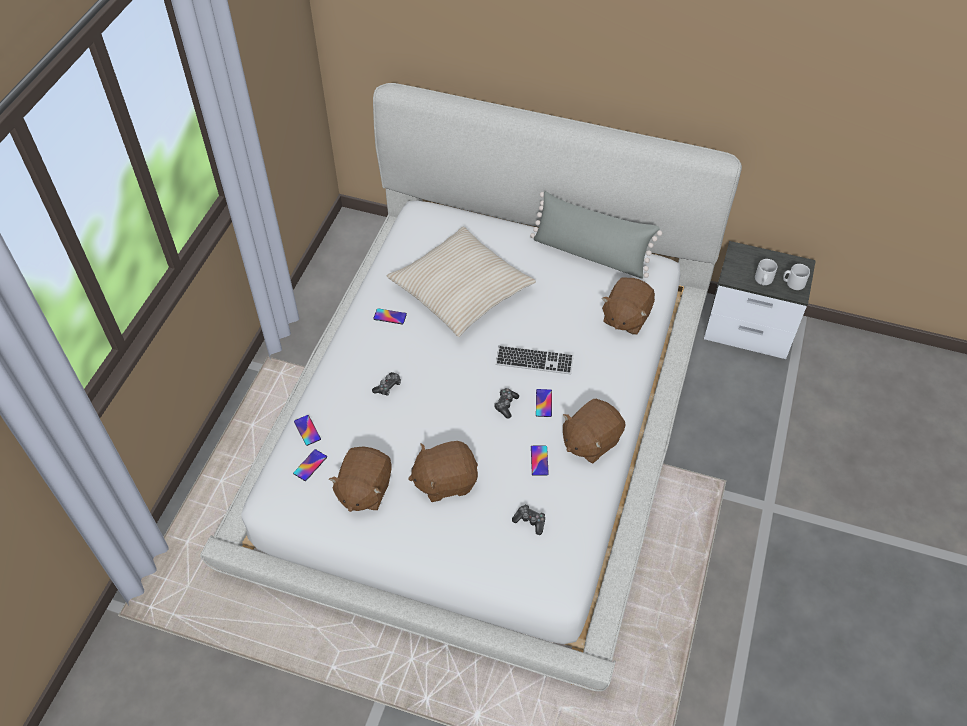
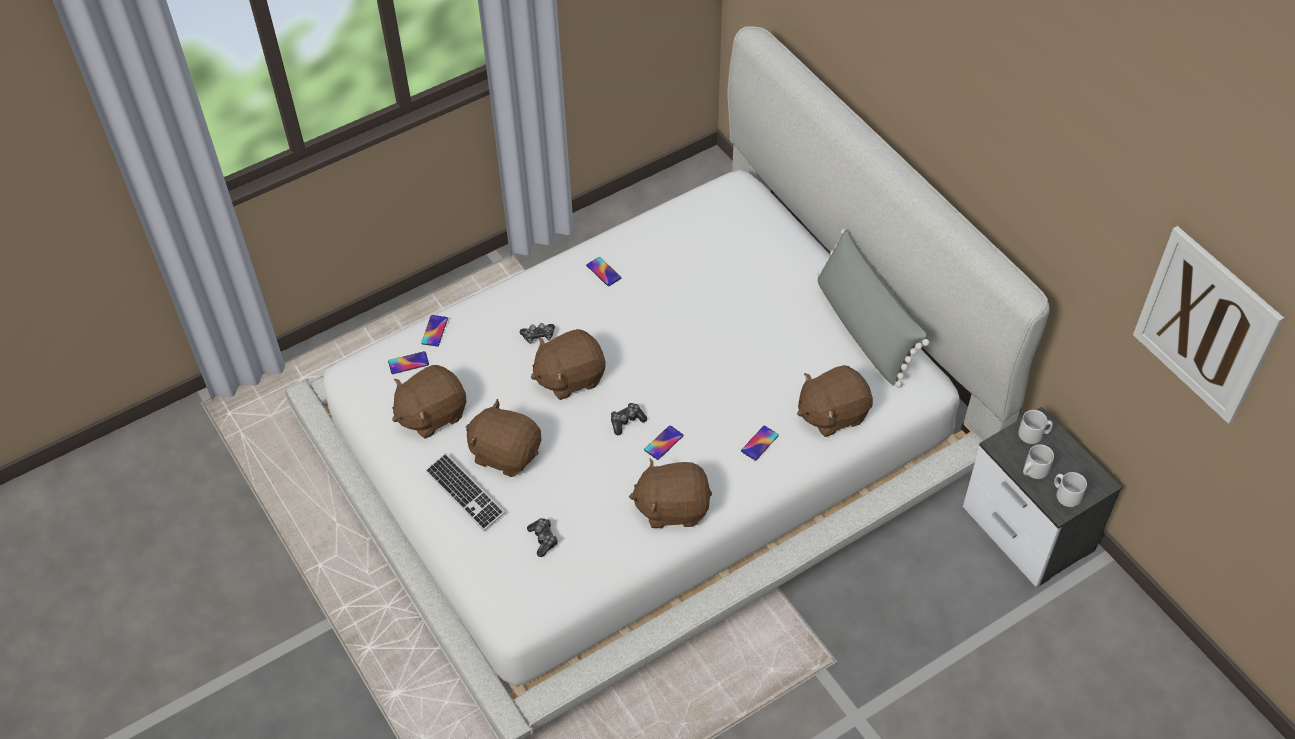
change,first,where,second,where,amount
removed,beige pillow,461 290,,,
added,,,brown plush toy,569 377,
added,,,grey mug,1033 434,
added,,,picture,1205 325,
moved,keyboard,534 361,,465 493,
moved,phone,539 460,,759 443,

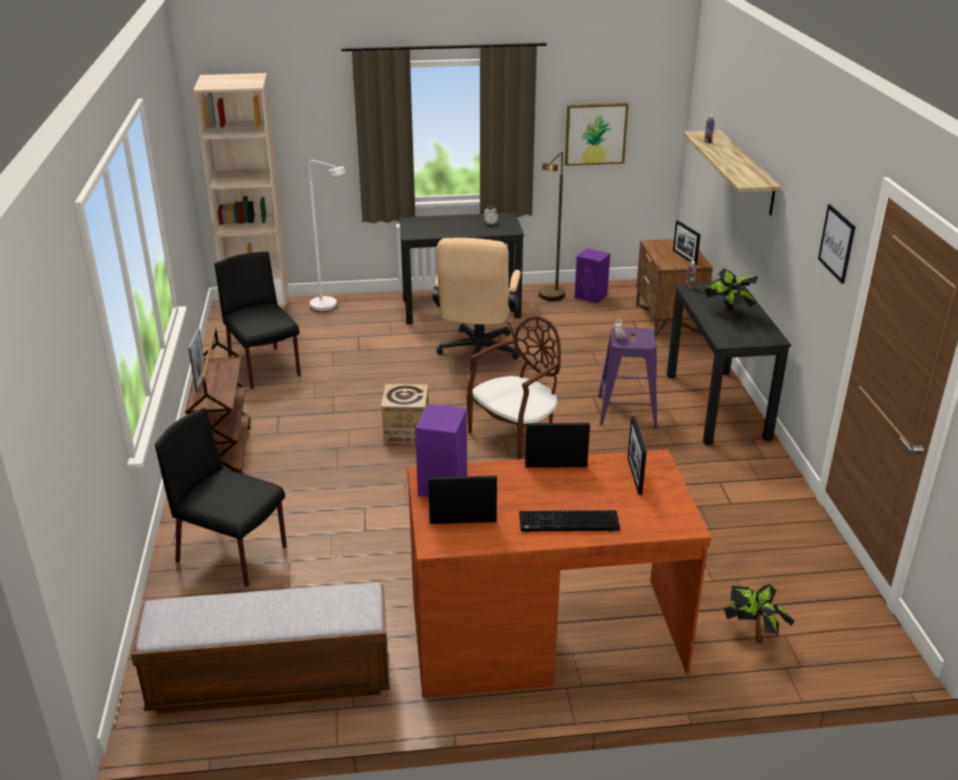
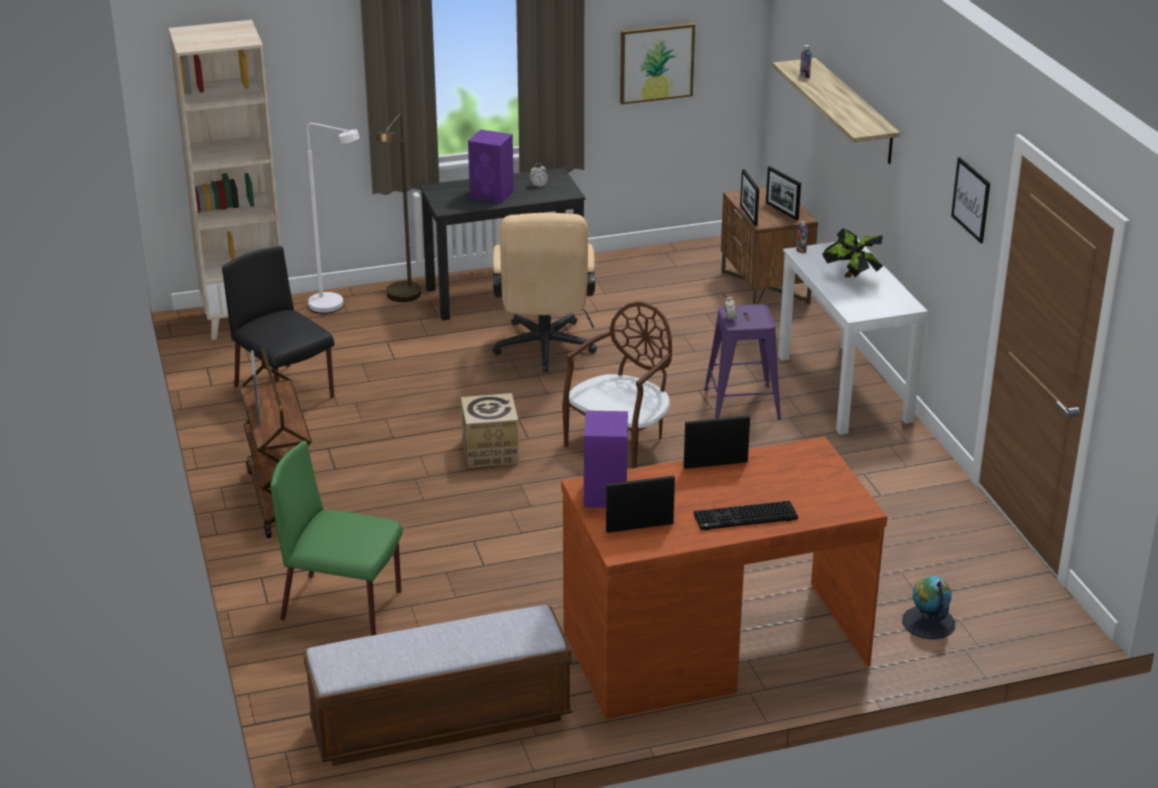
change,first,where,second,where,amount
moved,brown floor lamp,550 298,,402 299,
moved,purple speaker,591 296,,492 194,
moved,picture frame,634 476,,748 215,
replaced,potted plant,754 634,globe,928 622,
recoloured,black chair,233 555,green chair,344 606,
recoloured,black desk,717 406,white desk,844 388,

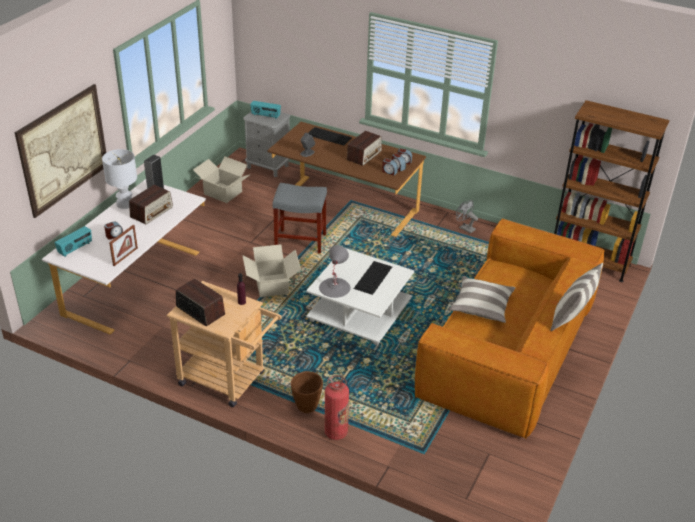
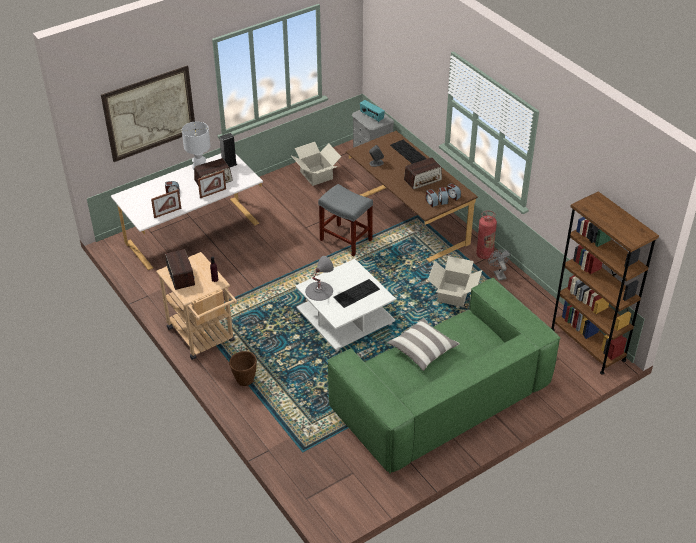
change,first,where,second,where,amount
removed,radio,75 249,,,
removed,pillow,571 318,,,
added,,,picture frame,213 193,
moved,cardboard box,272 285,,453 294,
moved,fire extinguisher,336 432,,484 254,
recoloured,brown sofa,507 350,green sofa,440 396,

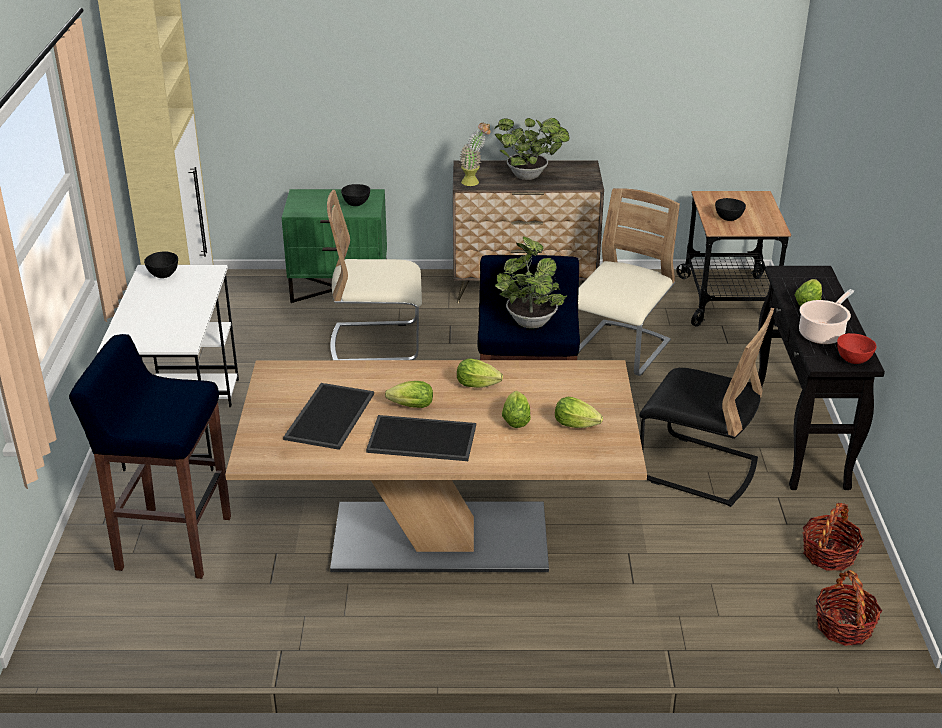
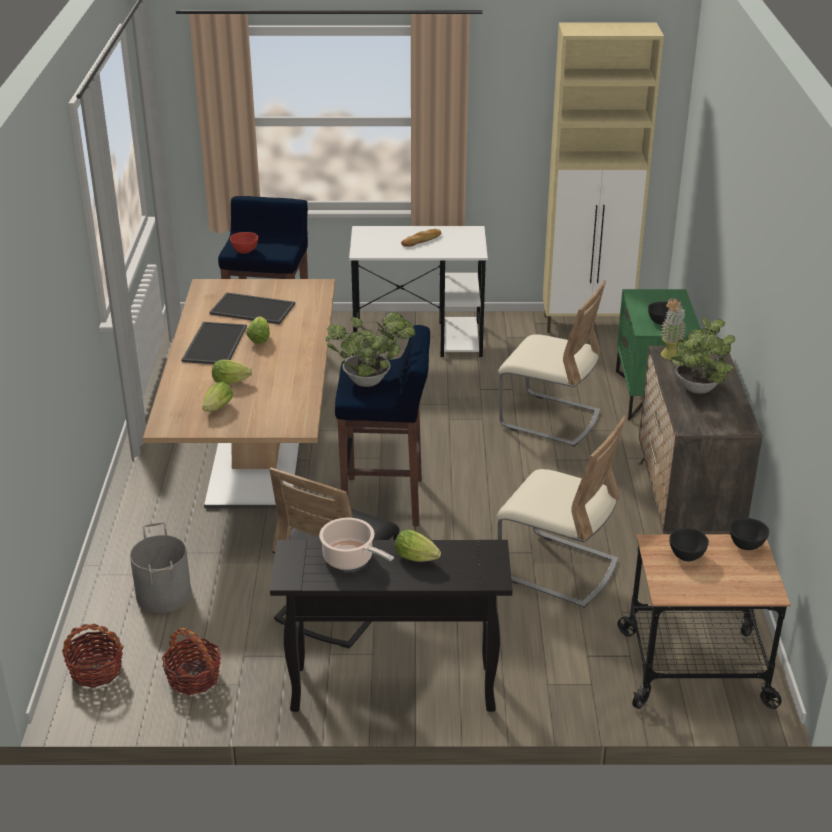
change,first,where,second,where,amount
removed,lettuce,480 385,,,
added,,,grey bucket,164 594,
added,,,bread,421 240,
moved,black bowl,163 275,,747 545,
moved,red bowl,853 360,,245 251,
turned,beige chair,376 343,,549 419,120 degrees clockwise

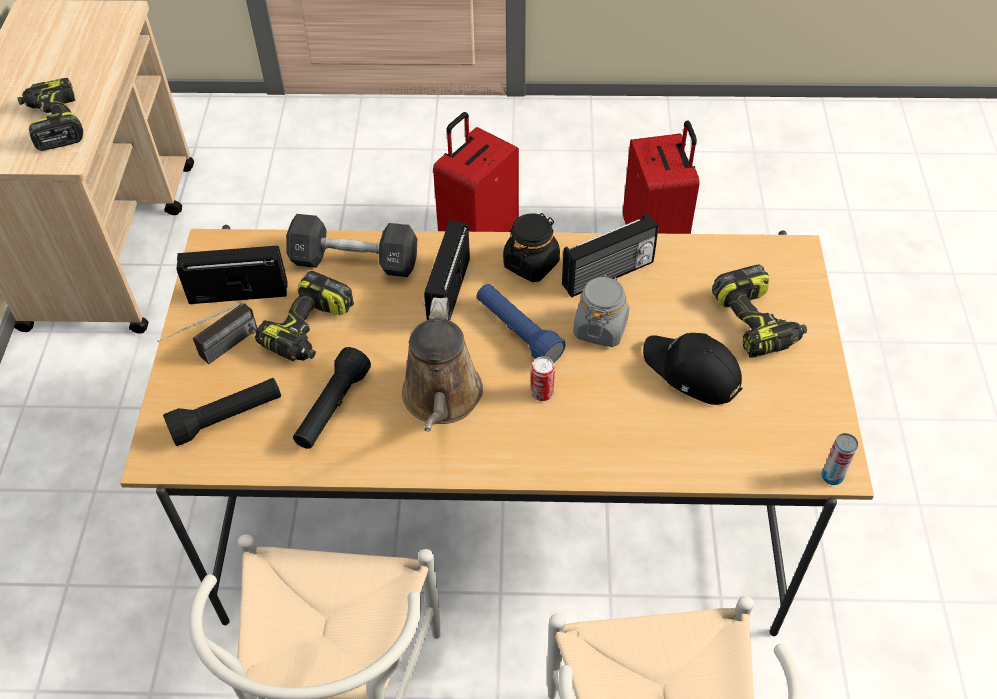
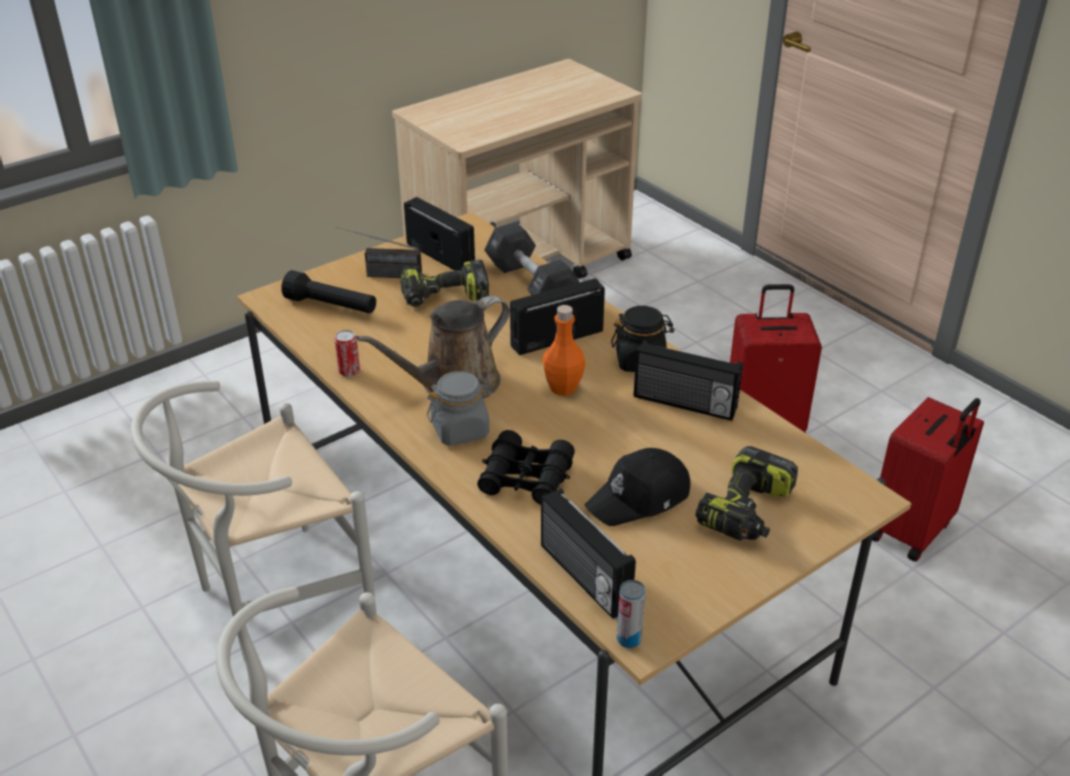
change,first,where,second,where,amount
removed,power drill,54 123,,,
removed,black flashlight,332 408,,,
added,,,black binoculars,526 478,
added,,,radio,583 577,
moved,can,542 393,,349 371,
moved,grey jar,600 328,,460 430,
replaced,blue flashlight,517 332,orange bottle,563 388,
turned,black cap,692 372,,640 498,120 degrees counterclockwise

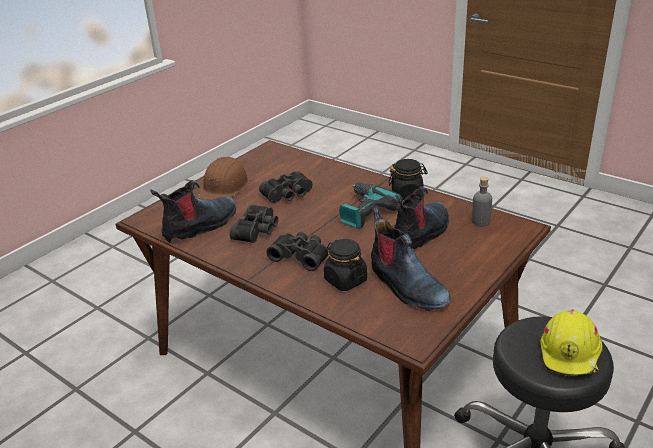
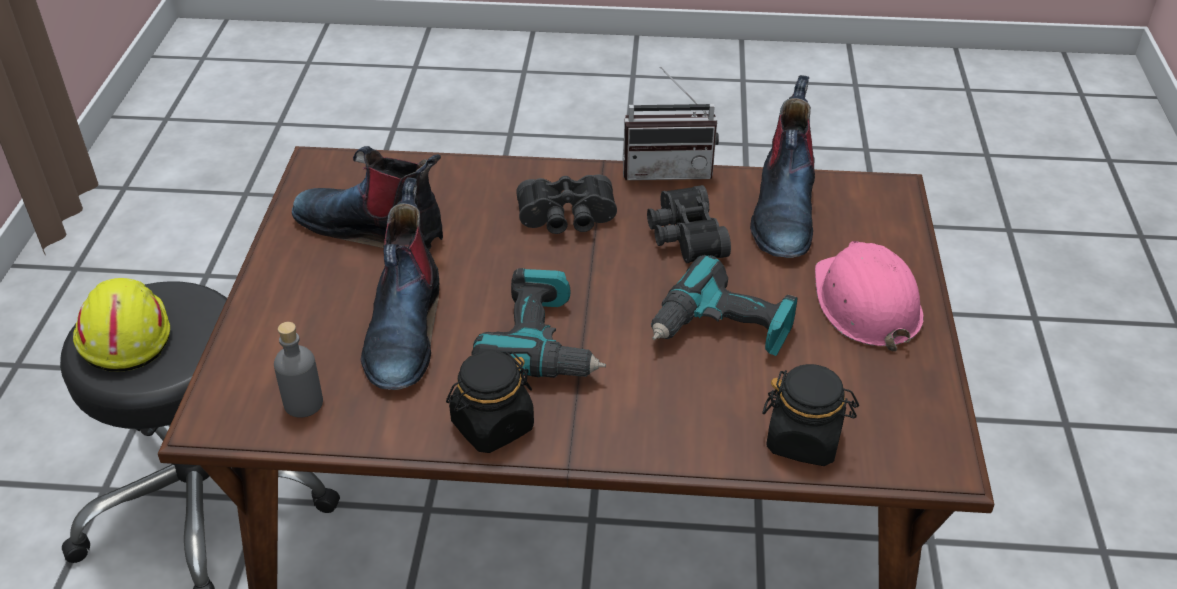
change,first,where,second,where,amount
added,,,radio,668 169,
moved,black jar,345 280,,804 439,
replaced,black binoculars,288 195,power drill,722 329,
recoloured,brown hard hat,225 187,pink hard hat,865 303,

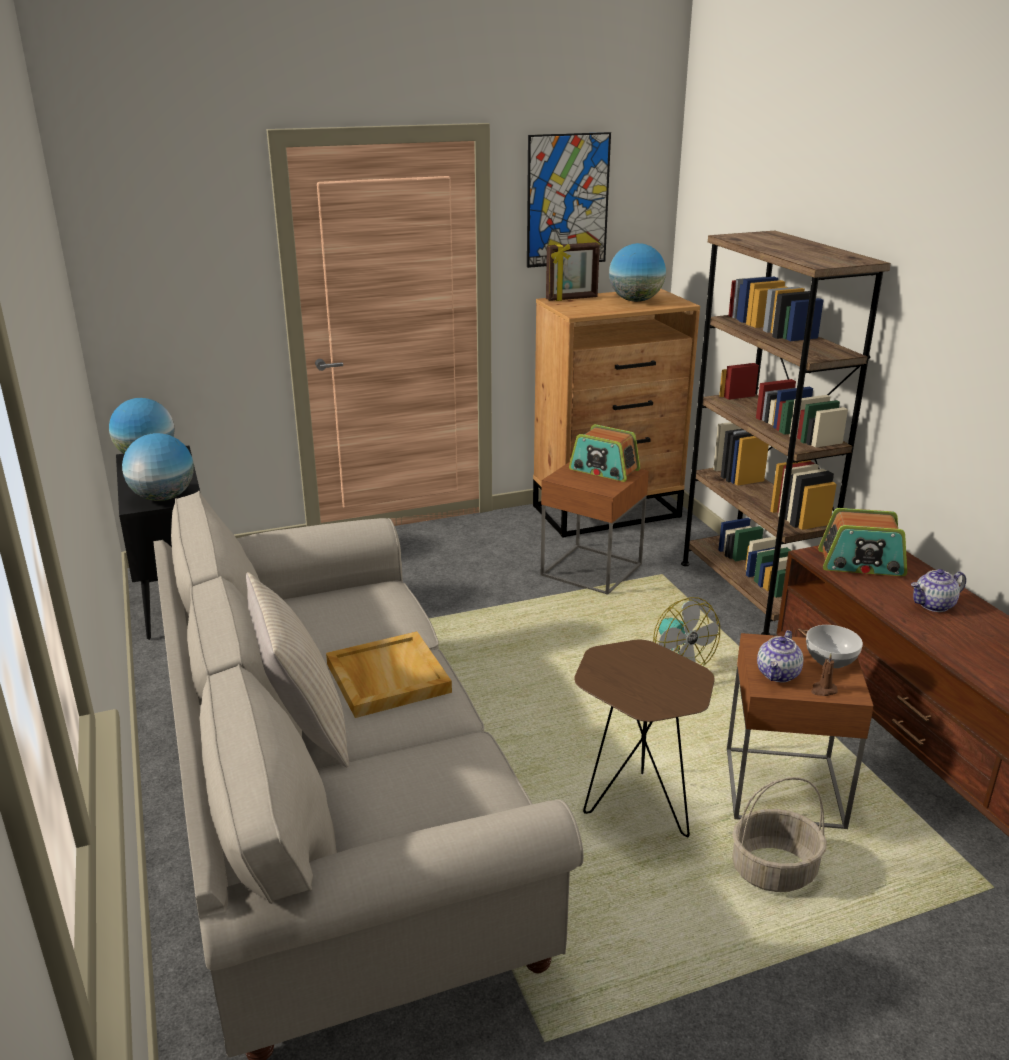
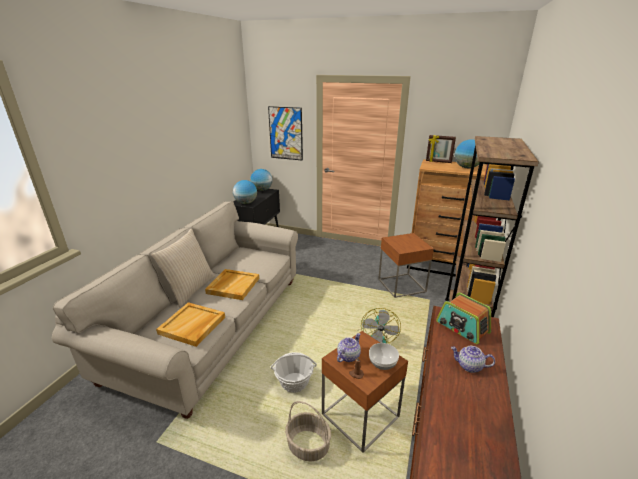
change,first,where,second,where,amount
removed,radio,604 470,,,
added,,,beige tray,192 326,
moved,picture,567 200,,286 133,
replaced,brown side table,634 804,basket,294 382,
turned,teapot,778 674,,348 356,150 degrees clockwise

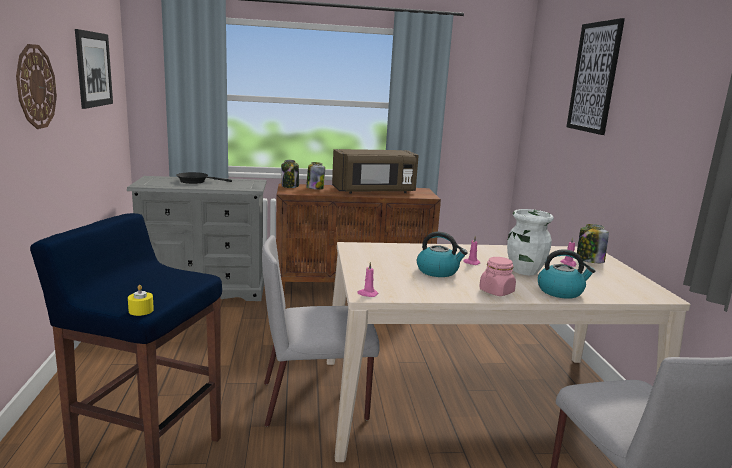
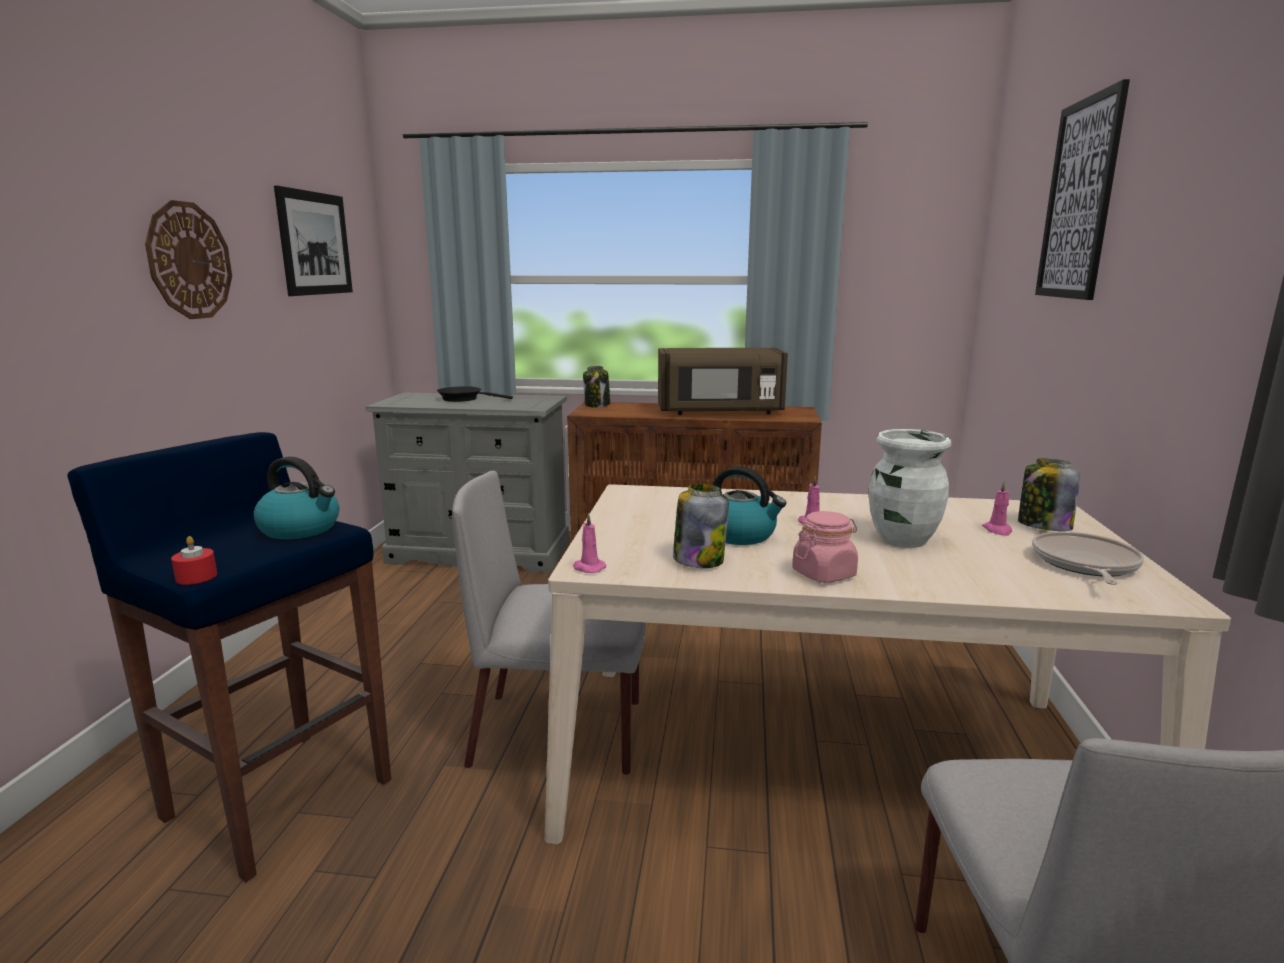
change,first,where,second,where,amount
added,,,frying pan,1084 564,
moved,jar,315 188,,698 560,
moved,kettle,560 291,,301 529,
recoloured,yellow candle,141 310,red candle,196 577,

